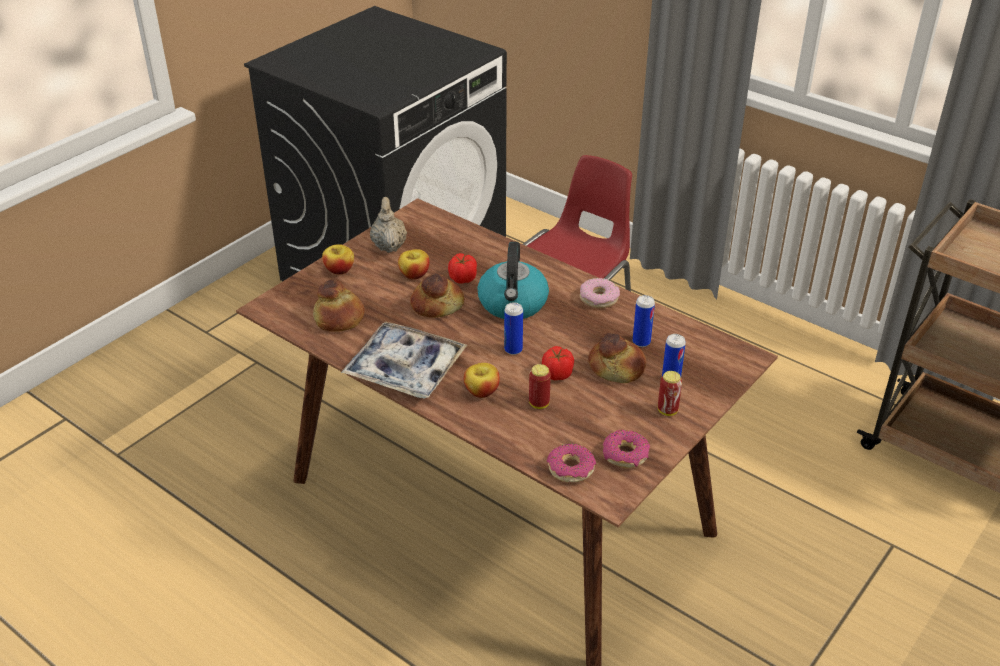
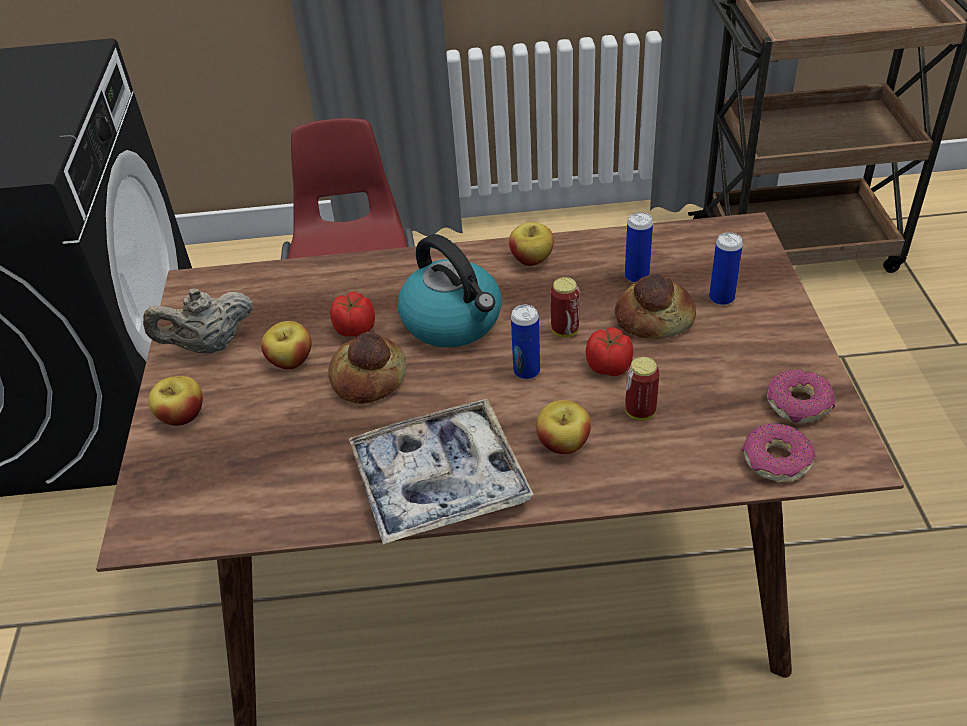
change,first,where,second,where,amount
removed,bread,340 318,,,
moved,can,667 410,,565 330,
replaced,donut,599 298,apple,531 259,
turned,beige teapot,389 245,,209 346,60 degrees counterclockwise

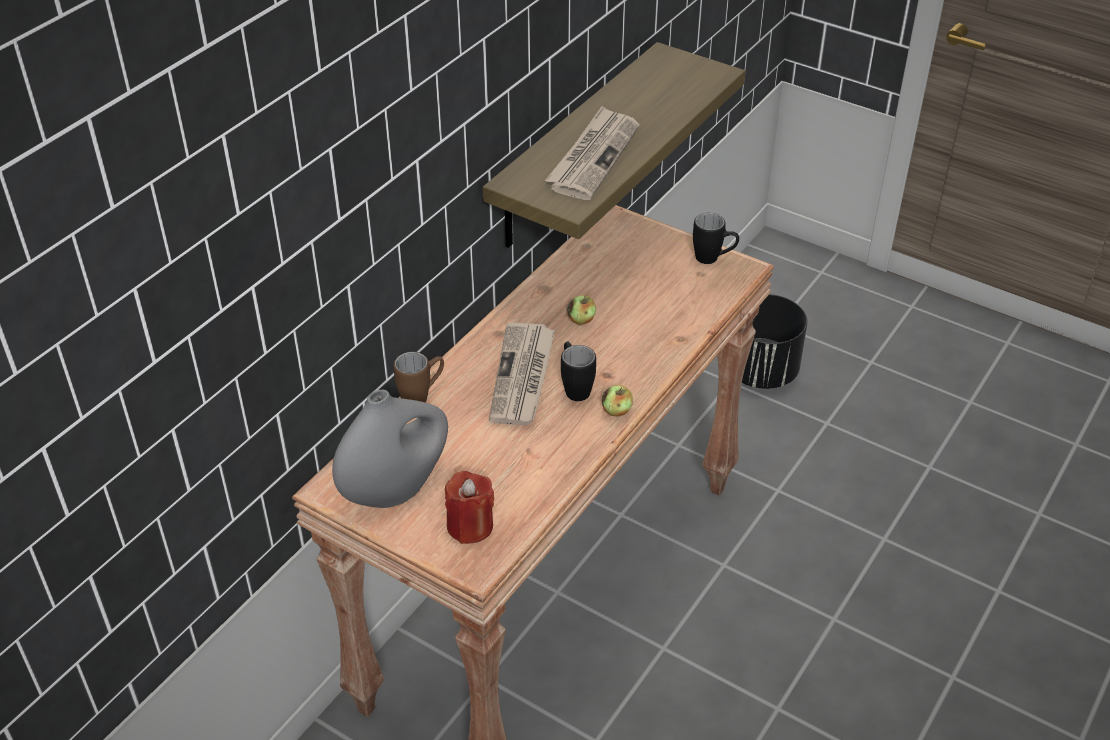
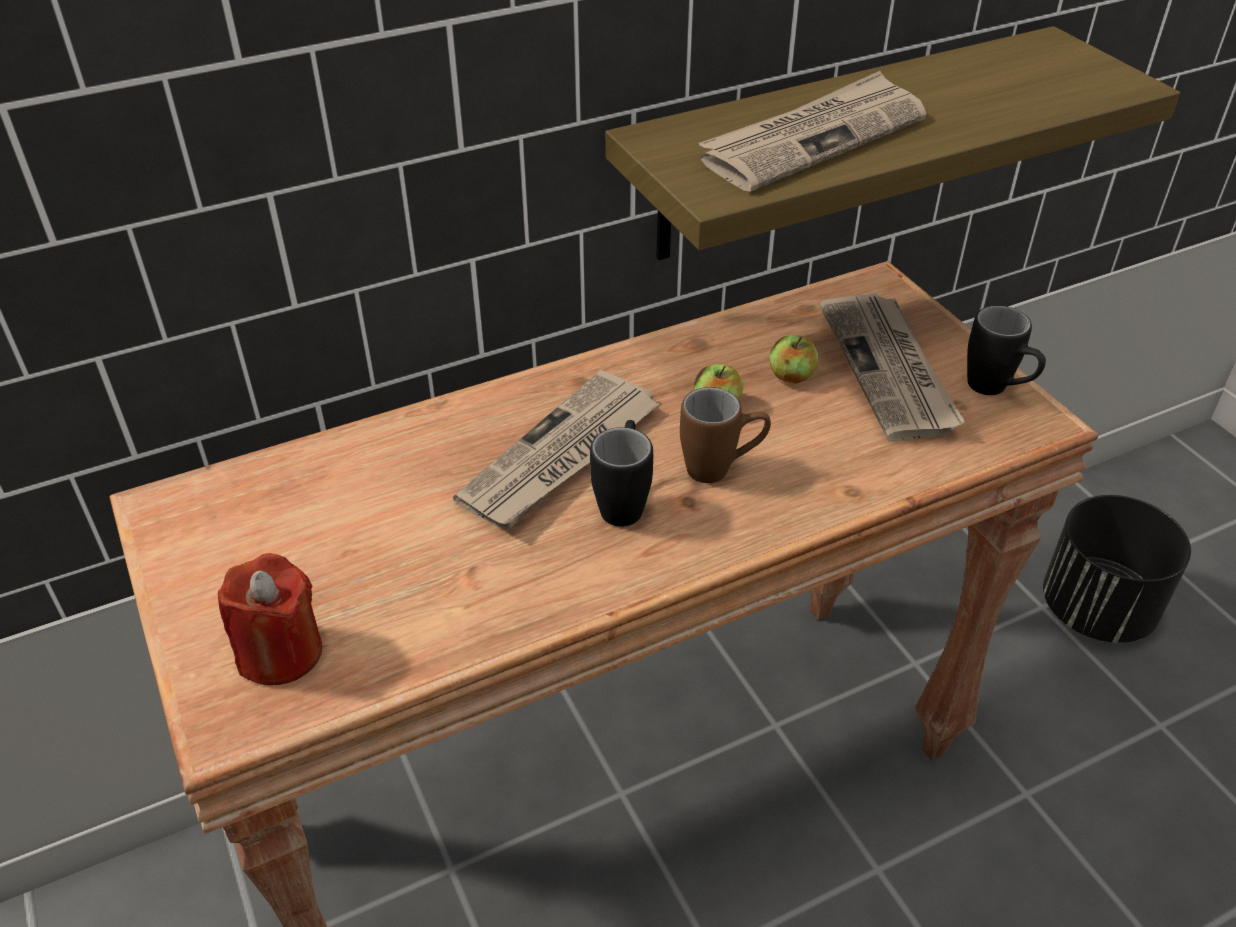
change,first,where,second,where,amount
removed,grey vase,396 488,,,
added,,,newspaper,890 370,
moved,brown mug,422 396,,721 469,
moved,apple,616 411,,791 376,

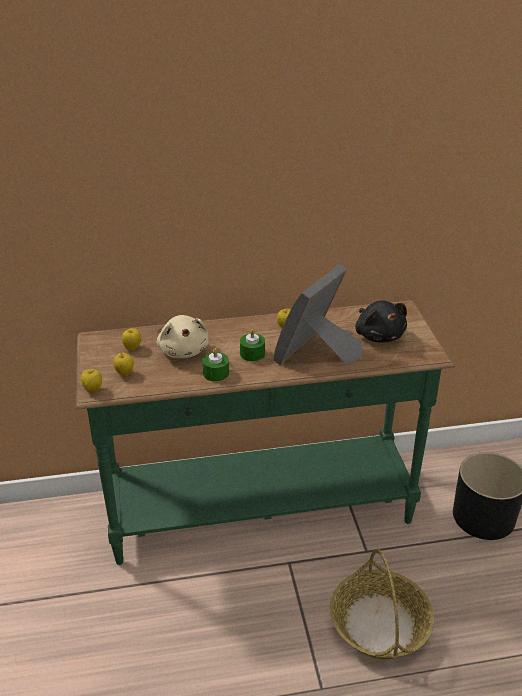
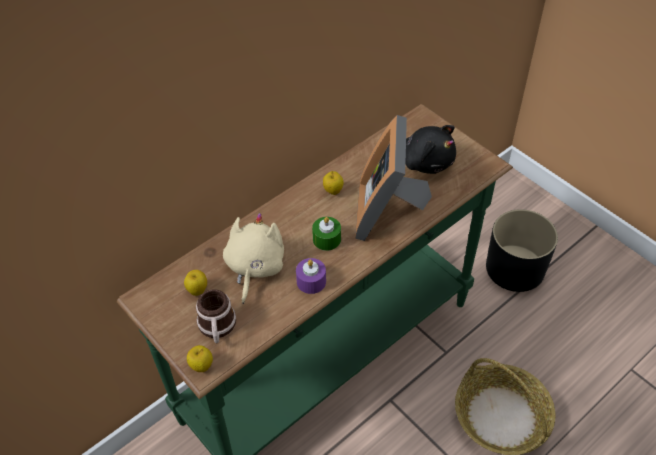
change,first,where,second,where,amount
replaced,apple,124 373,mug,217 328,
recoloured,green candle,216 373,purple candle,311 281,
turned,beige plush toy,183 350,,254 267,120 degrees counterclockwise

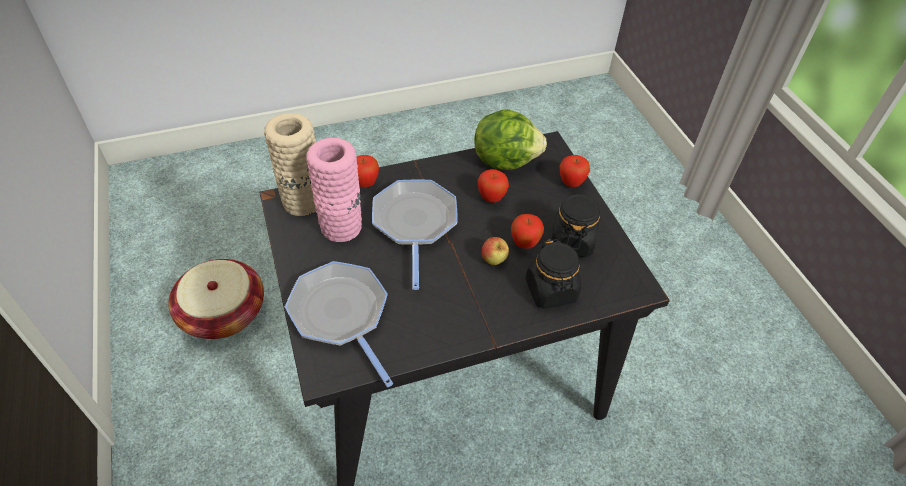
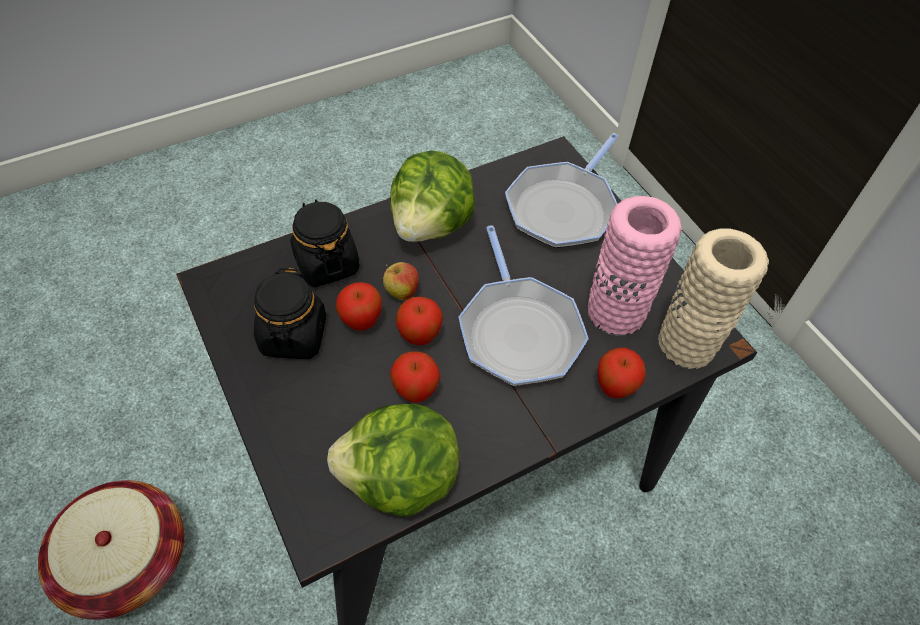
change,first,where,second,where,amount
added,,,lettuce,432 225,
moved,basket,223 313,,127 559,
moved,apple,571 183,,419 336,
turned,frying pan,341 315,,563 208,75 degrees clockwise

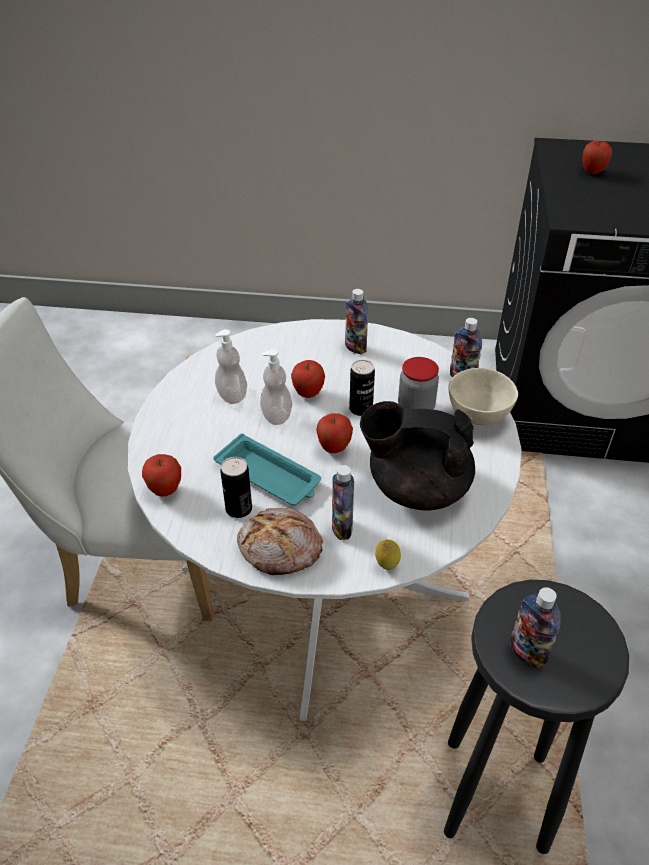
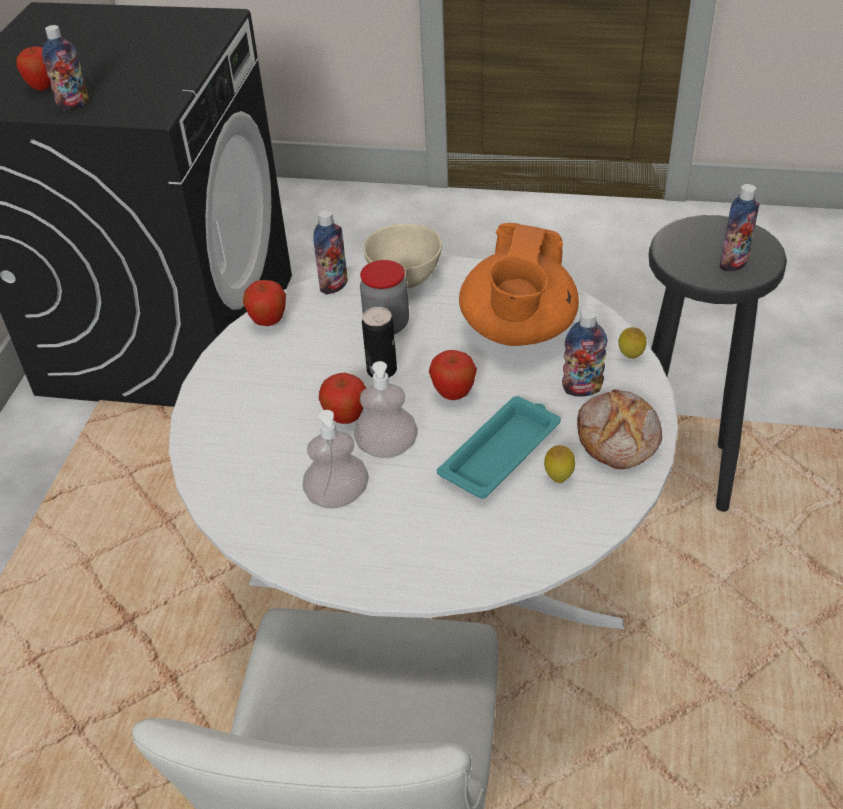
change,first,where,second,where,amount
moved,apple,165 490,,268 322,
moved,bottle,355 347,,74 104,
replaced,can,239 508,lemon,558 477,
recoloured,black teapot,416 487,orange teapot,517 331,

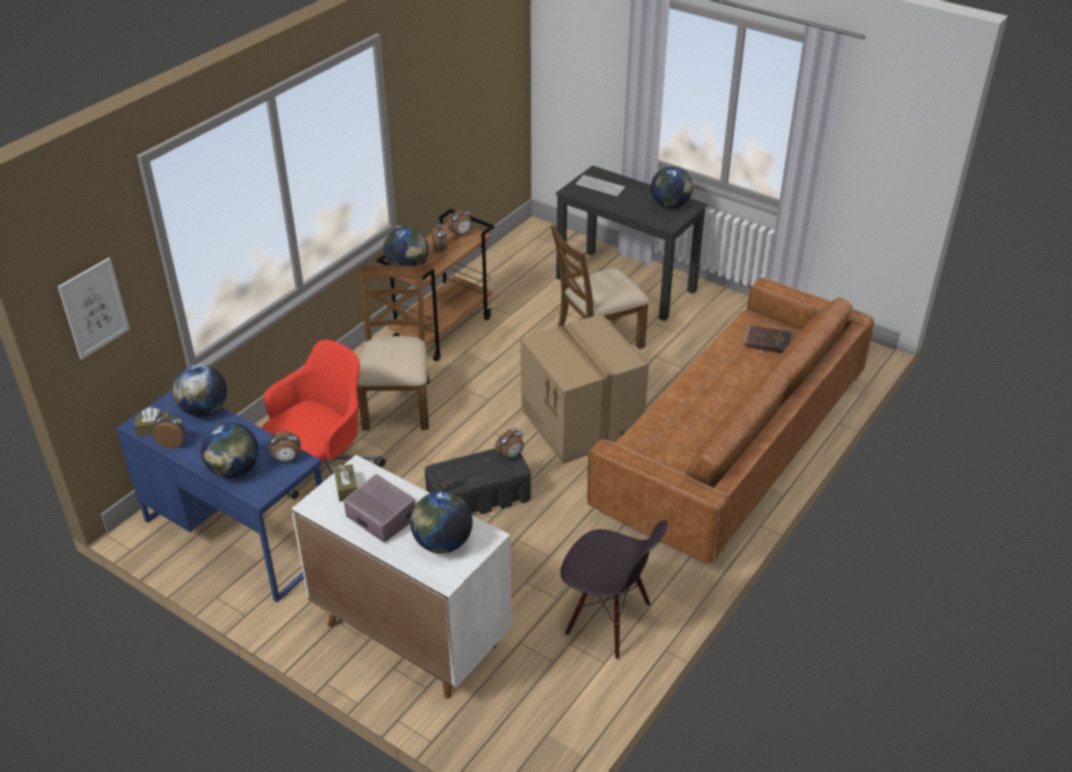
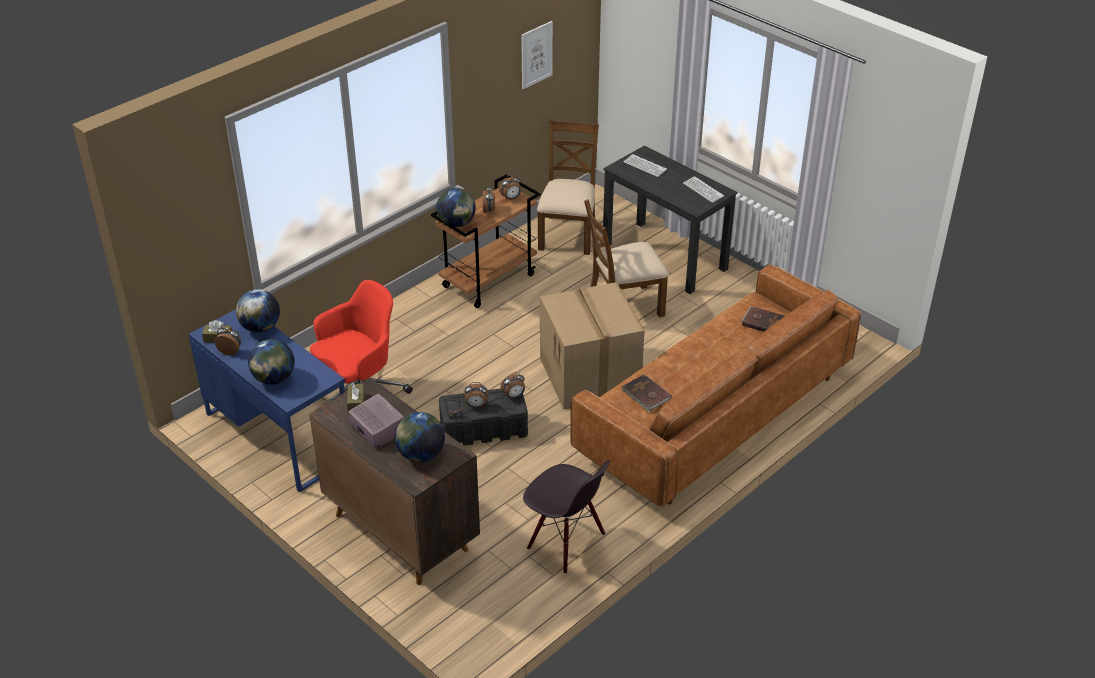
change,first,where,second,where,amount
added,,,brown book,646 395,
moved,picture,94 308,,536 55,
moved,alarm clock,287 460,,476 406,
moved,brown chair,398 404,,568 234,
replaced,globe,670 205,keyboard,703 190,
recoloured,white cabinet,410 634,brown cabinet,400 531,

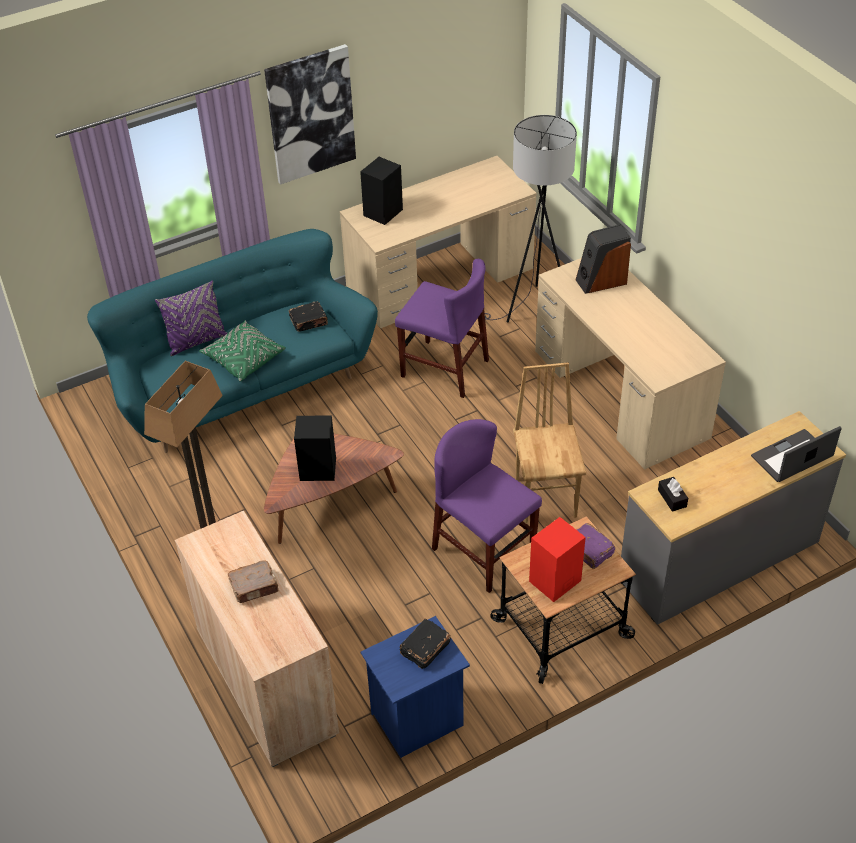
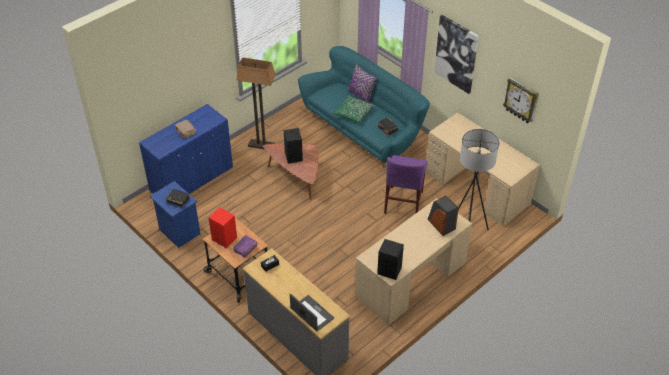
change,first,where,second,where,amount
removed,purple chair,483 551,,,
removed,brown chair,547 497,,,
added,,,wall clock,521 100,
moved,black speaker,383 212,,390 270,
recoloured,beige cabinet,266 681,blue cabinet,192 179,

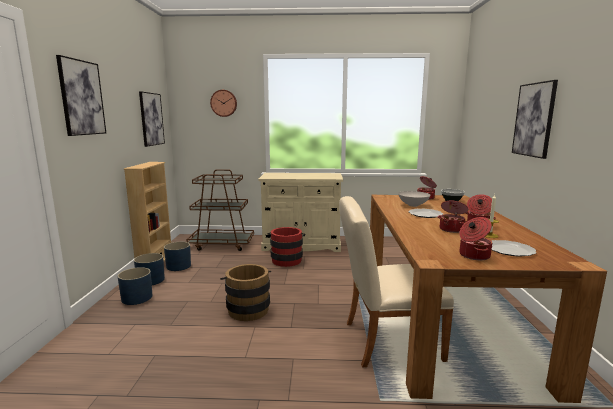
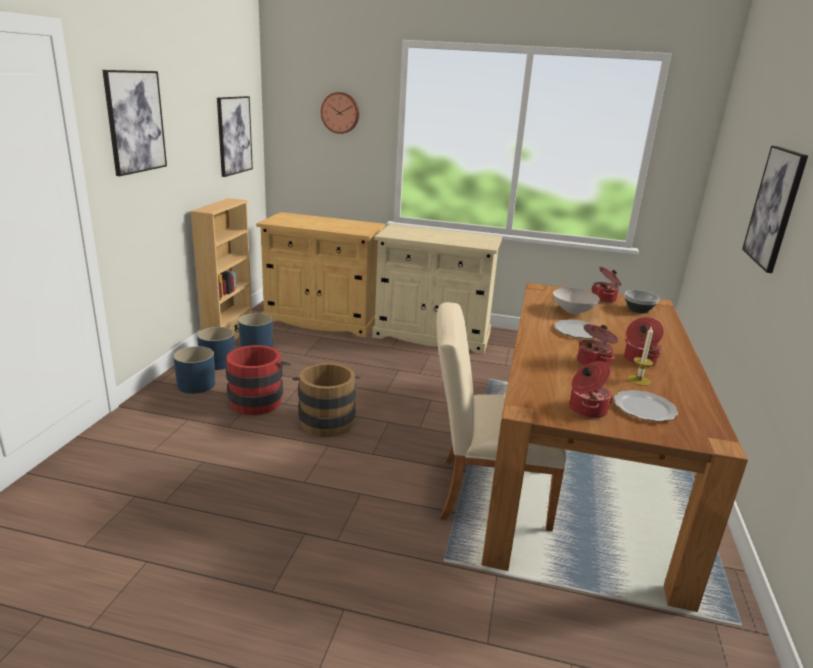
change,first,where,second,where,amount
moved,red bucket,286 259,,258 399,
replaced,brown cart,222 244,beige cabinet,322 320,

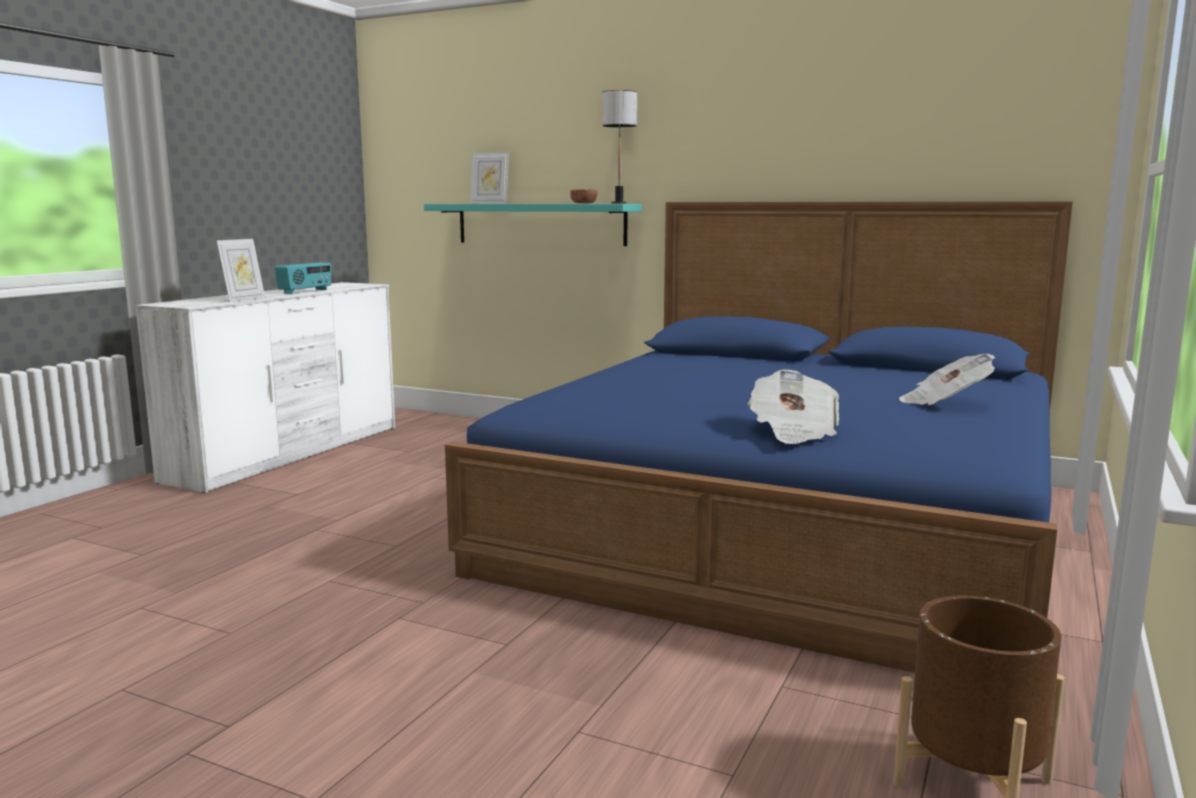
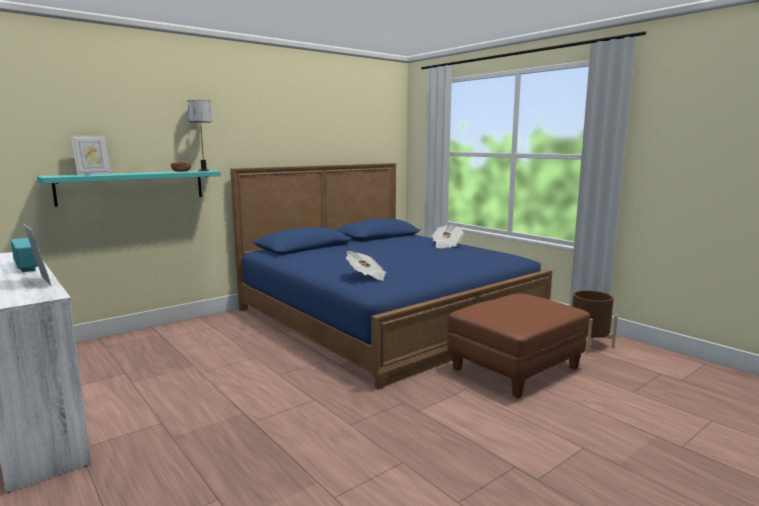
change,first,where,second,where,amount
added,,,brown ottoman,515 369,
moved,newspaper,793 432,,366 276,

